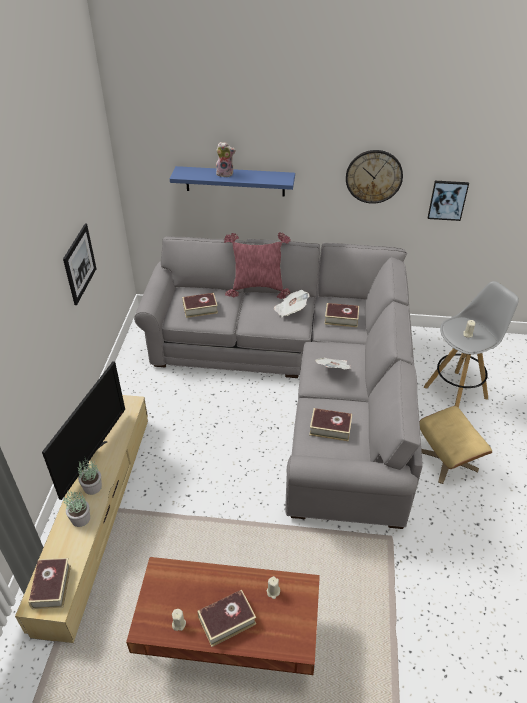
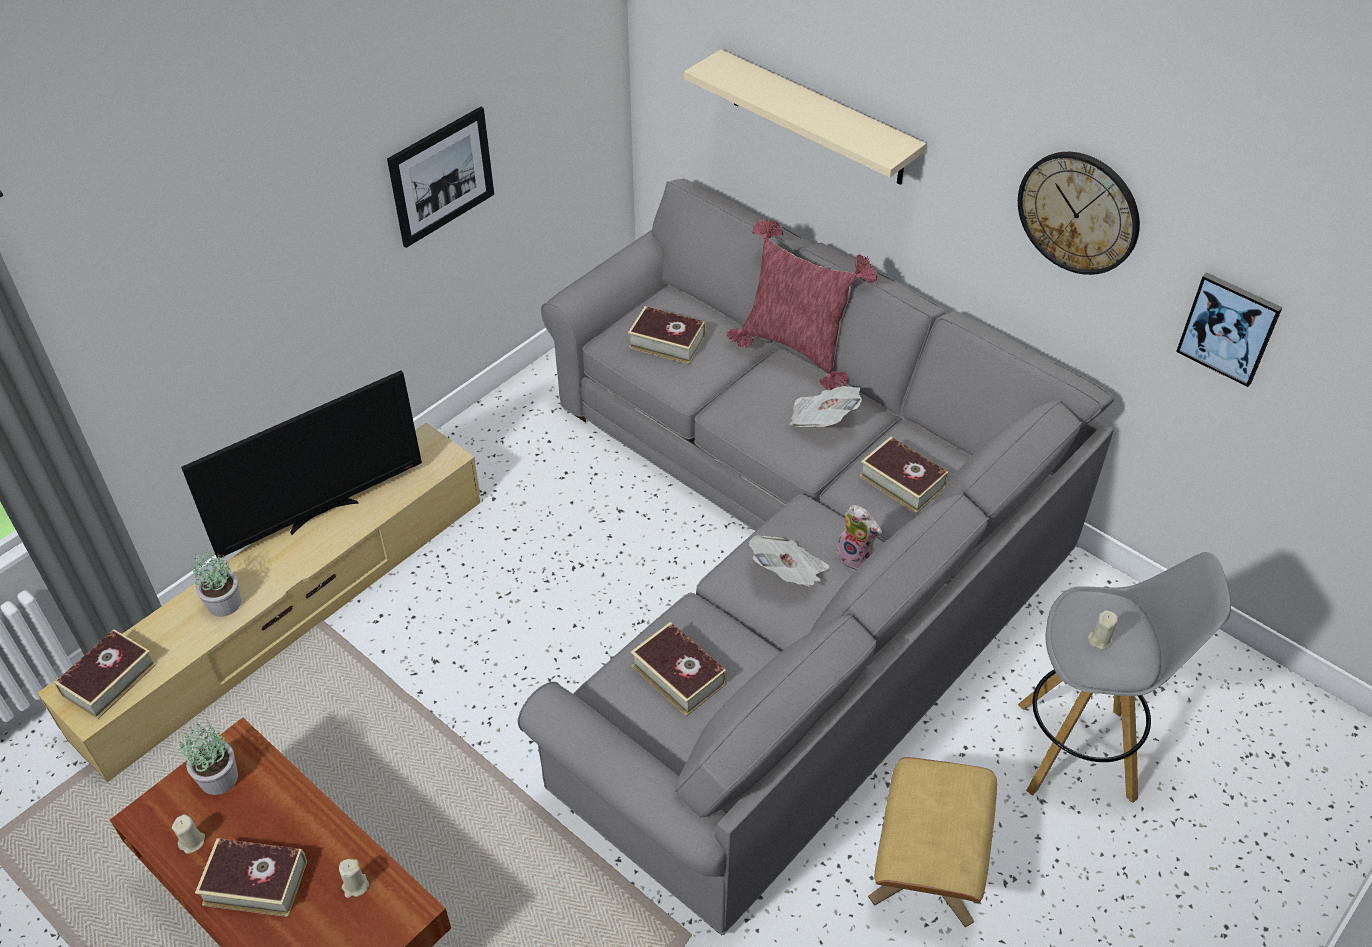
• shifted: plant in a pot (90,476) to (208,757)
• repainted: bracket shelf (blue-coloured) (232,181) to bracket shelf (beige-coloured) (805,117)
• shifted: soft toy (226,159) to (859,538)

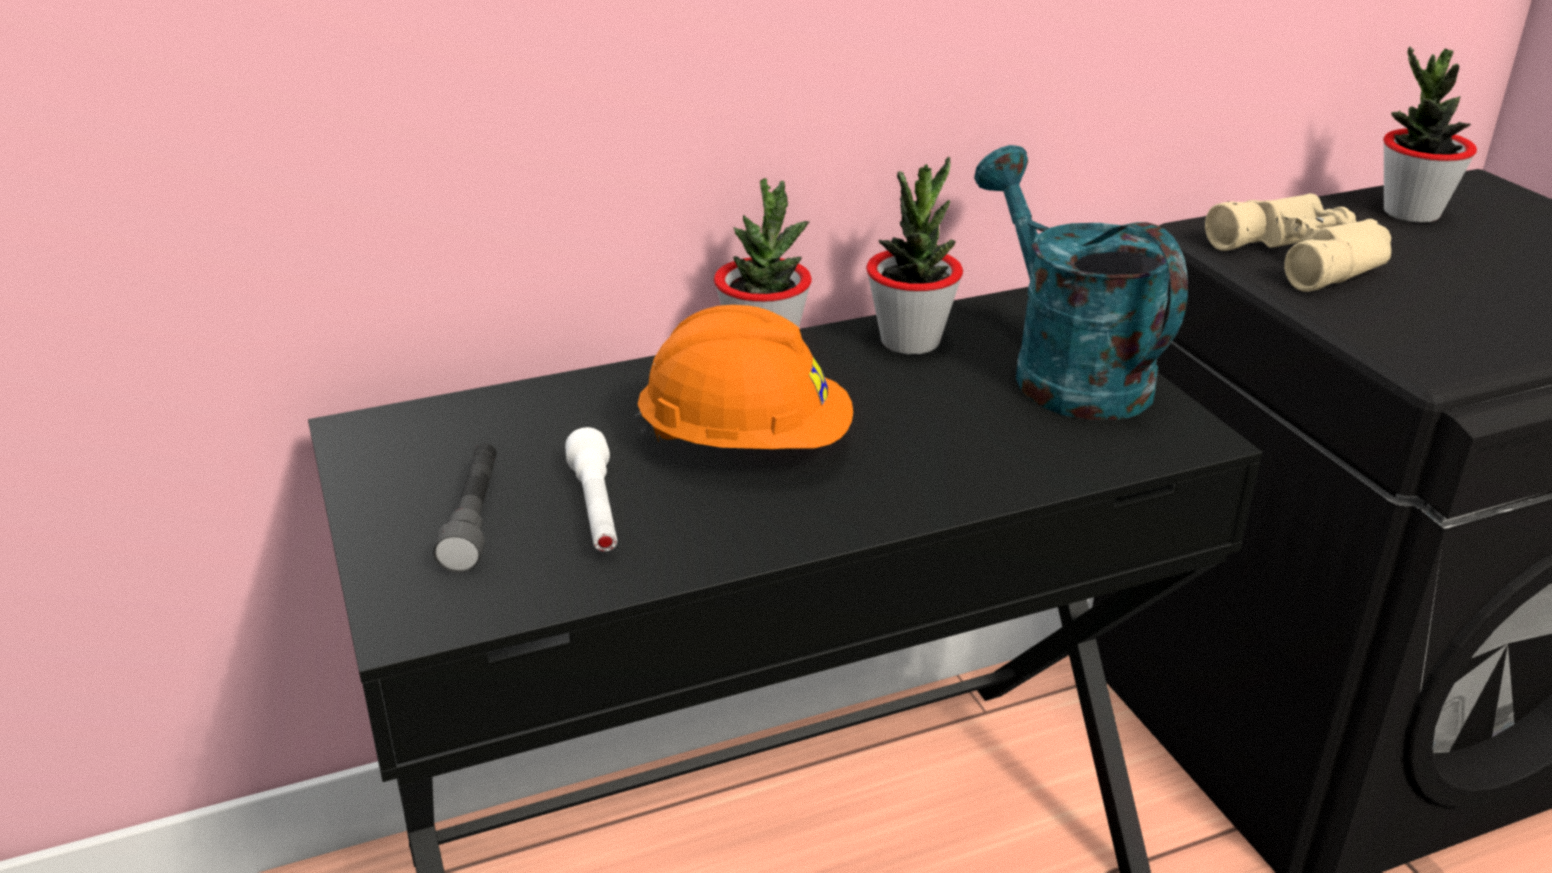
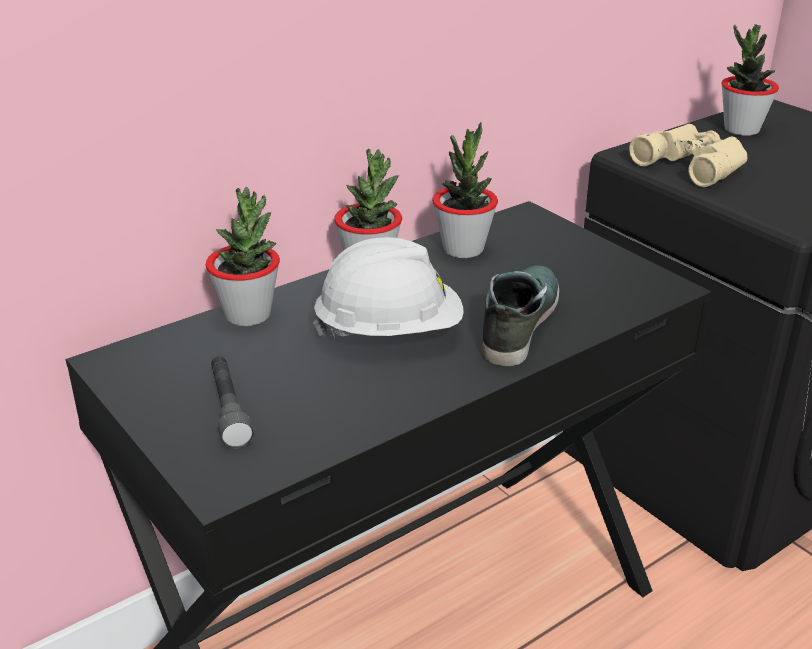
• new: plant in a pot (243,256)
• repainted: work helmet (orange) (744,377) to work helmet (white) (388,288)
• new: low shoe (520,315)
• gone: torch (white) (591,489)
• gone: sprinkling can (blue-green) (1081,282)

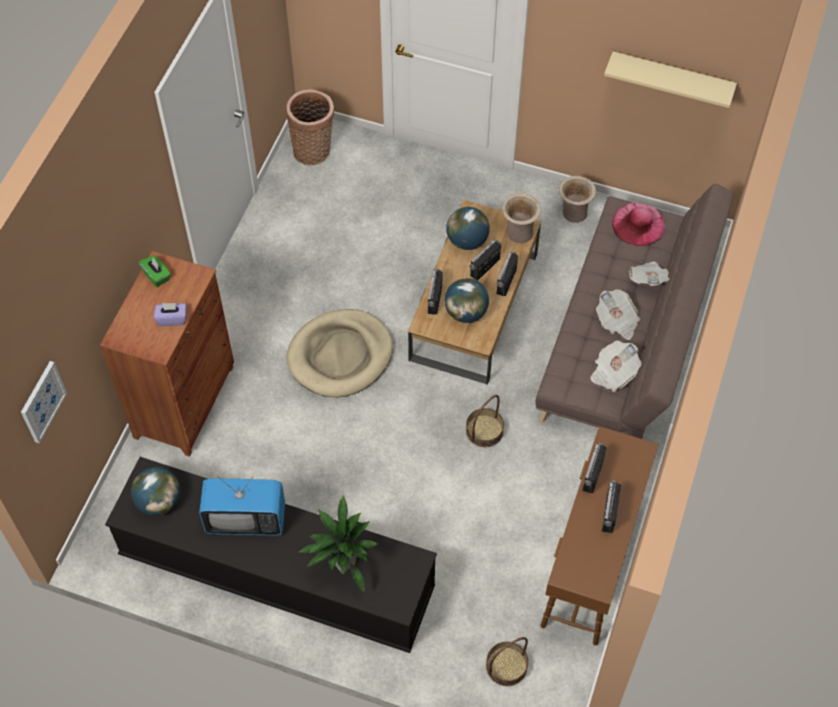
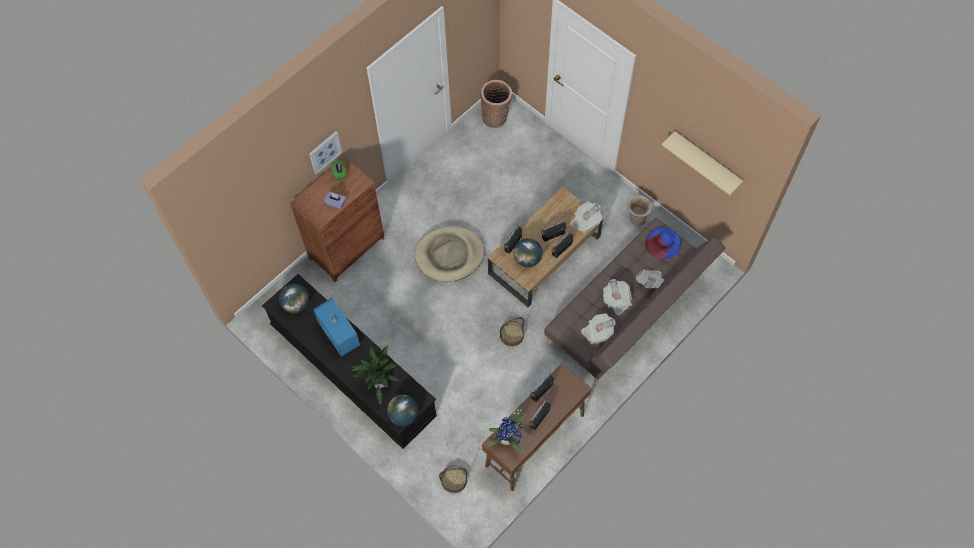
• shifted: wall picture (44,402) to (325,153)
• rotated: TV set (242,506) = (336,327) 150 degrees counterclockwise
• shifted: desk globe (468,228) to (402,410)
• new: plant in a pot (506,431)
• swapped: vase (beige-coloured) (521,218) to newspaper (586,217)
• repainted: hat (pinkish) (638,224) to hat (blue-coloured) (663,243)

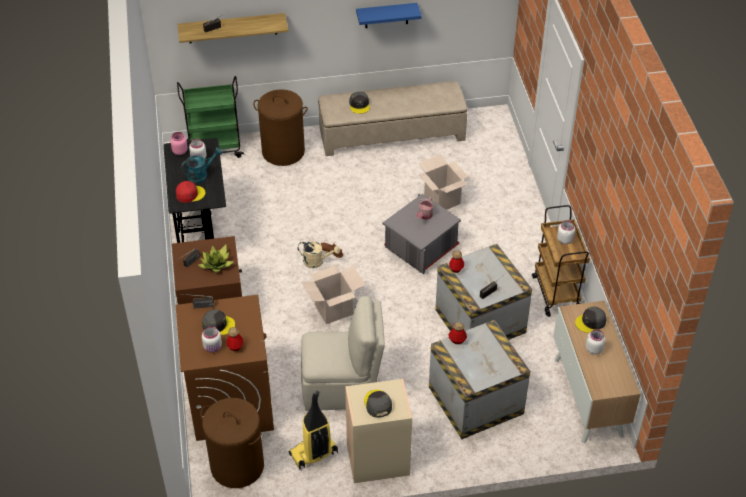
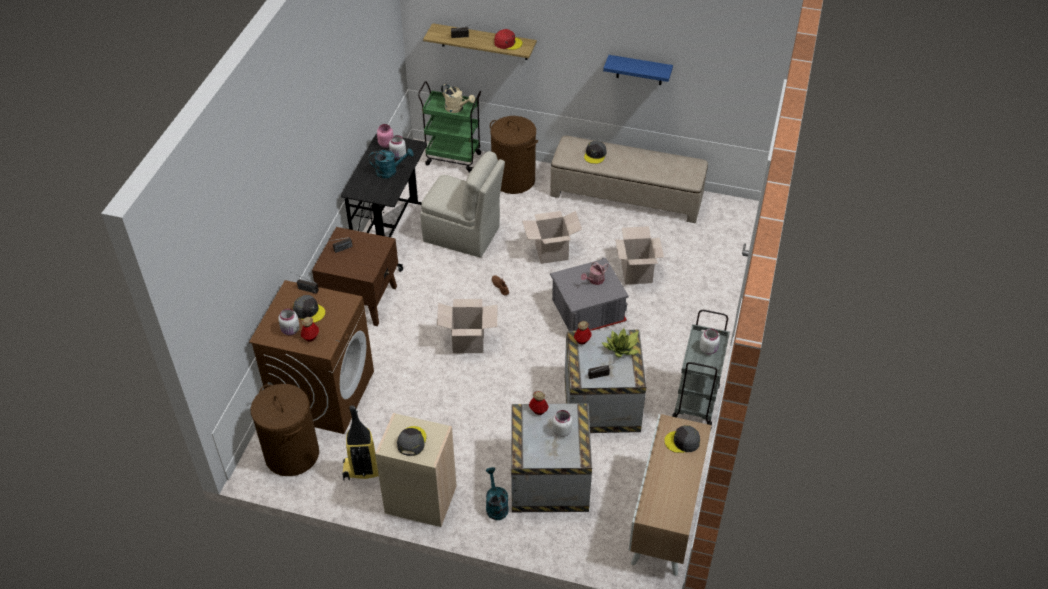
• shifted: chair (beige-coloured) (343,353) to (462,204)
• shifted: sprinkling can (beige-coloured) (319,254) to (458,98)
• new: sprinkling can (blue-green) (497,493)
• shifted: baseball cap (reddish) (190,192) to (508,39)
• new: packing box (552,237)
• shifted: jar (white) (596,342) to (562,423)
• shifted: plant in a pot (216,259) to (620,342)
• repainted: cart (brownish) (561,261) to cart (gray) (701,369)

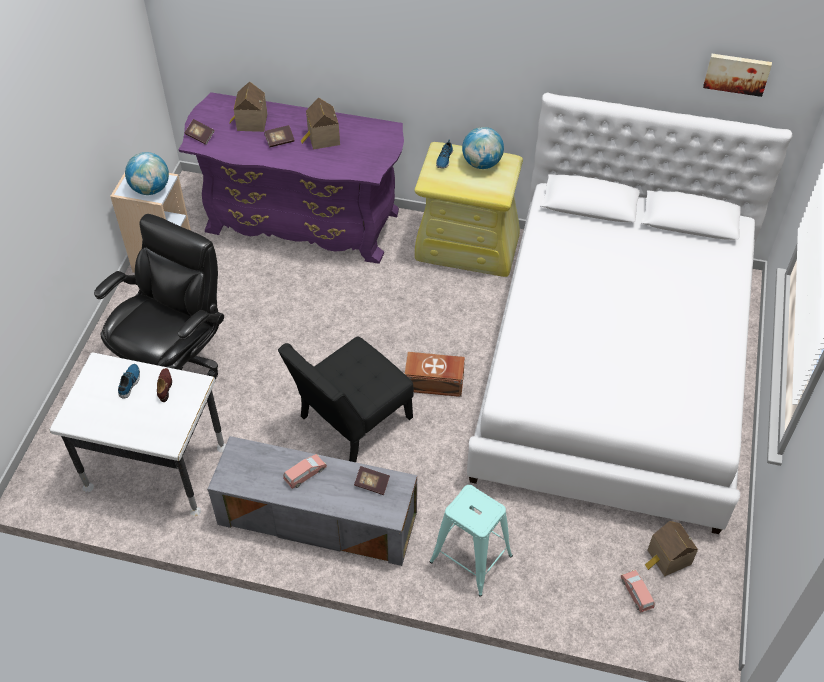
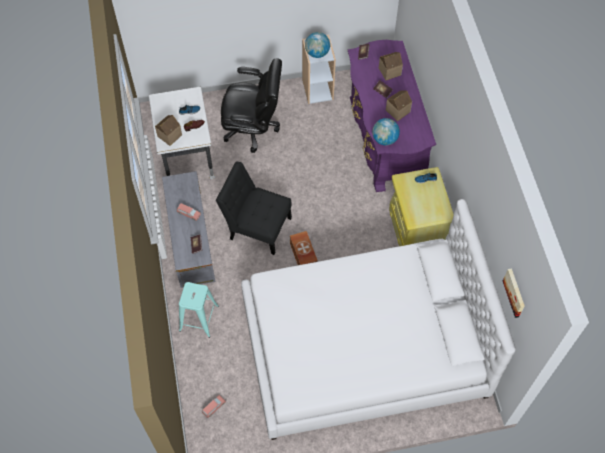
• shifted: toy house (671,549) to (168,130)
• shifted: desk globe (483,148) to (386,131)

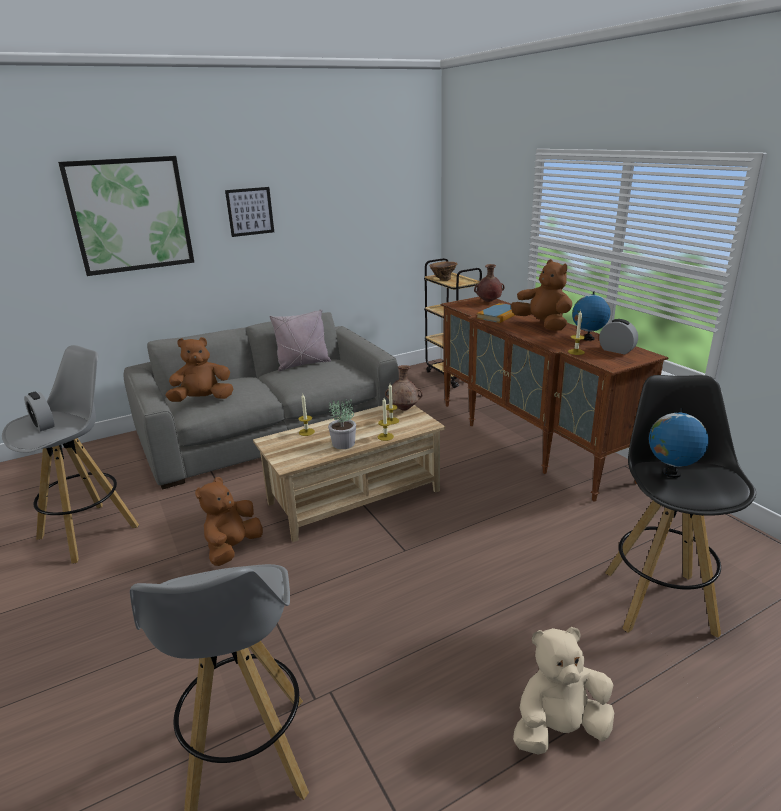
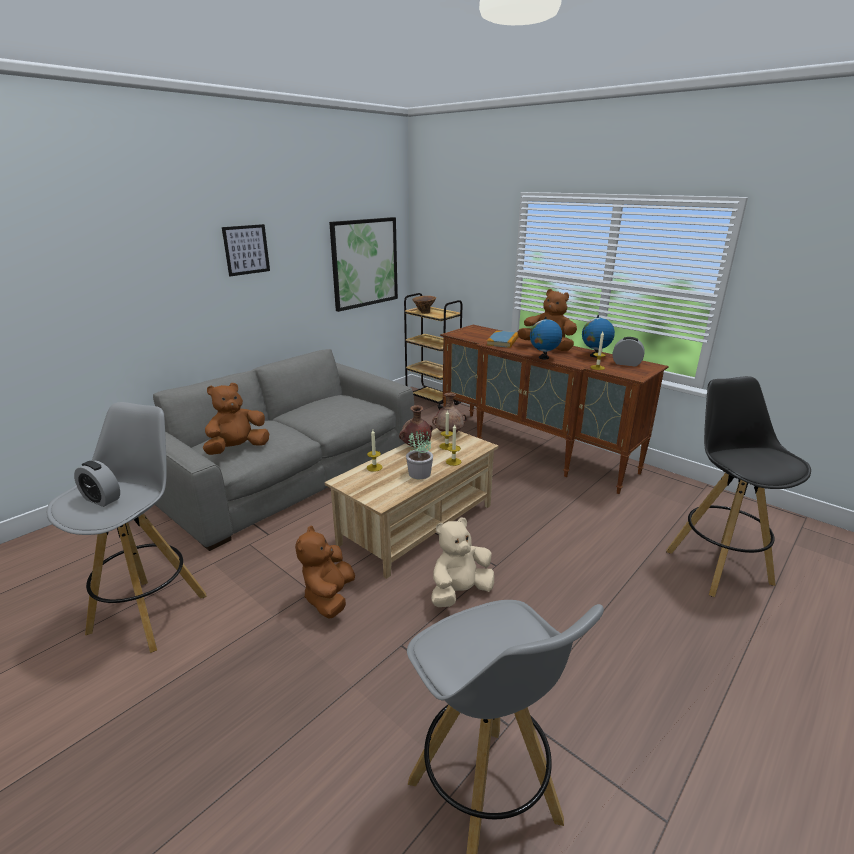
• shifted: wall picture (126,216) to (363,264)
• shifted: vase (brownish) (489,283) to (416,426)
• shifted: soft toy (beige-coloured) (563,691) to (462,562)
• shifted: desk globe (679,443) to (546,338)
• gone: cushion (purple-coloured) (300,340)

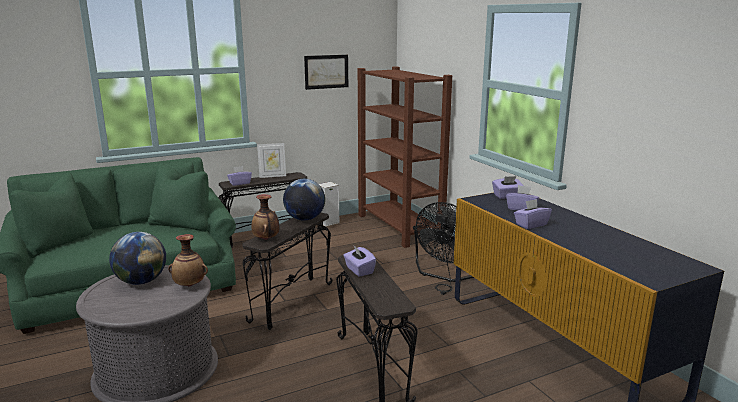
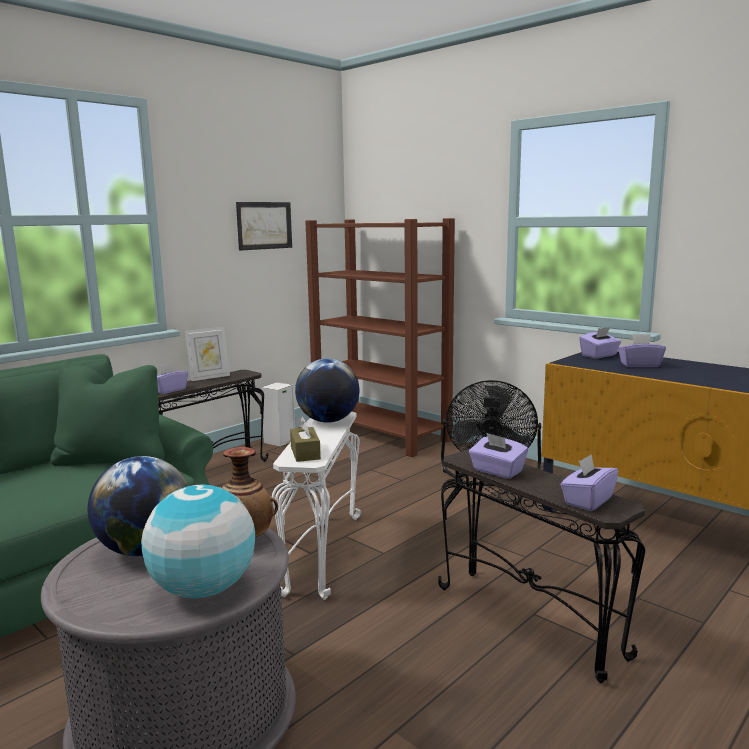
• new: desk globe (198,541)
• repainted: end table (blackish) (287,271) to end table (white) (316,505)
• swapped: vase (265,217) to tissue box (brownish) (305,439)
• shifted: tissue box (purple-coloured) (533,214) to (589,482)

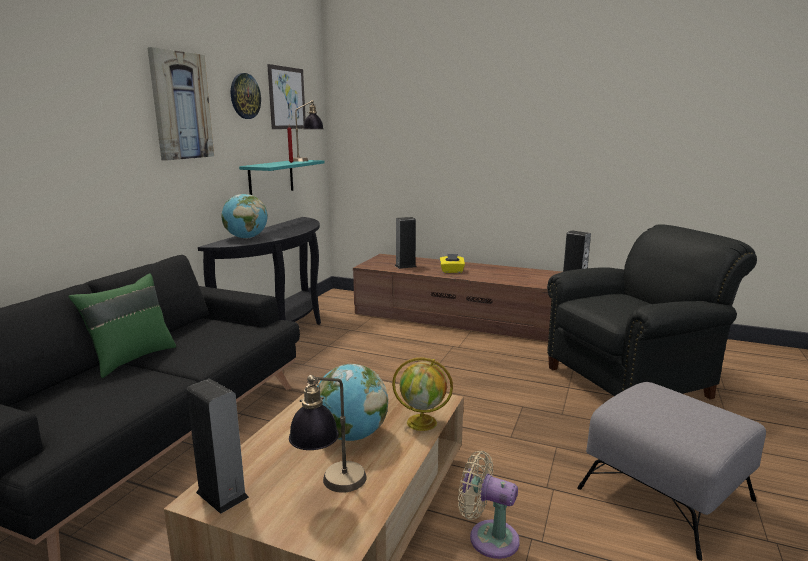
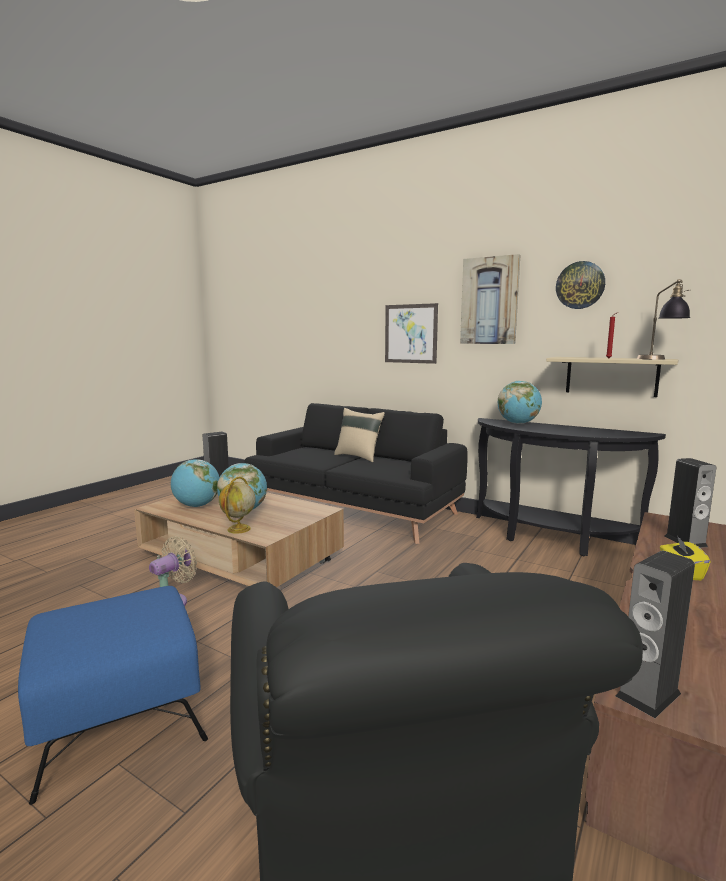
• repainted: footrest (gray) (671,471) to footrest (blue-coloured) (113,695)
• swapped: lamp for a table (328,434) to desk globe (195,483)
• repainted: cushion (greenish) (122,325) to cushion (beige-coloured) (359,435)
• shifted: wall picture (286,96) to (411,333)
• repainted: bracket shelf (blue-green) (282,177) to bracket shelf (beige-coloured) (612,377)

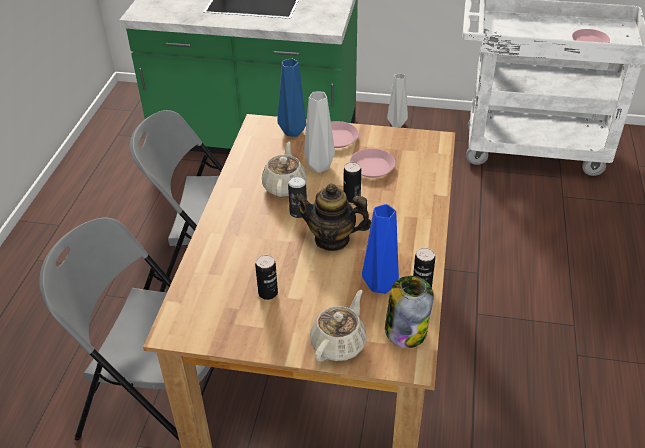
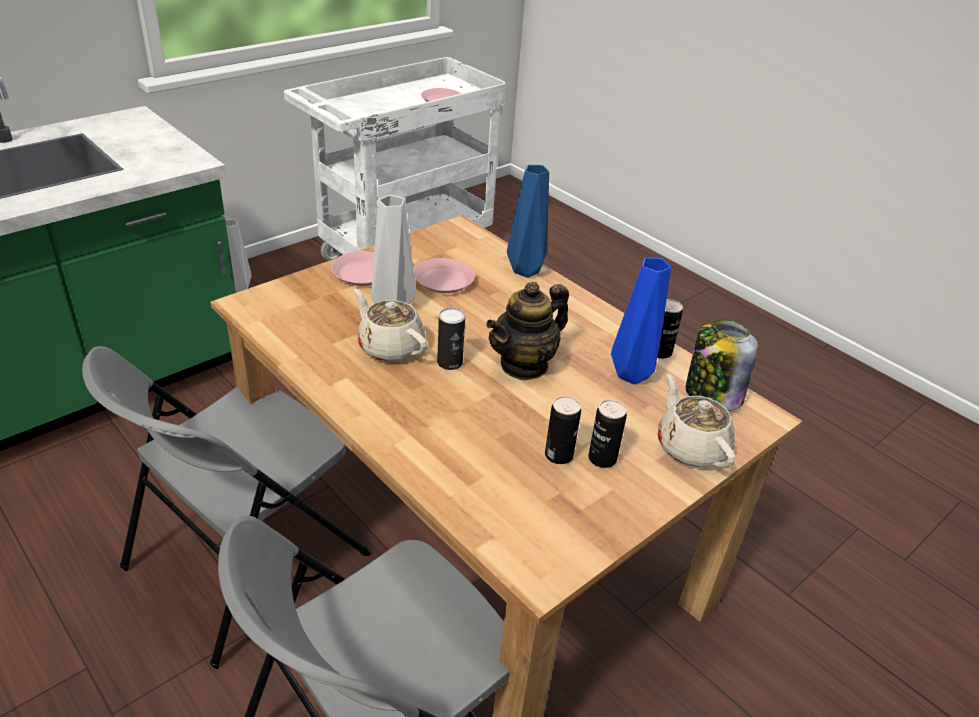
• shifted: vase (blue-coloured) (291,97) to (528,221)
• shifted: metal can (352,182) to (607,434)

